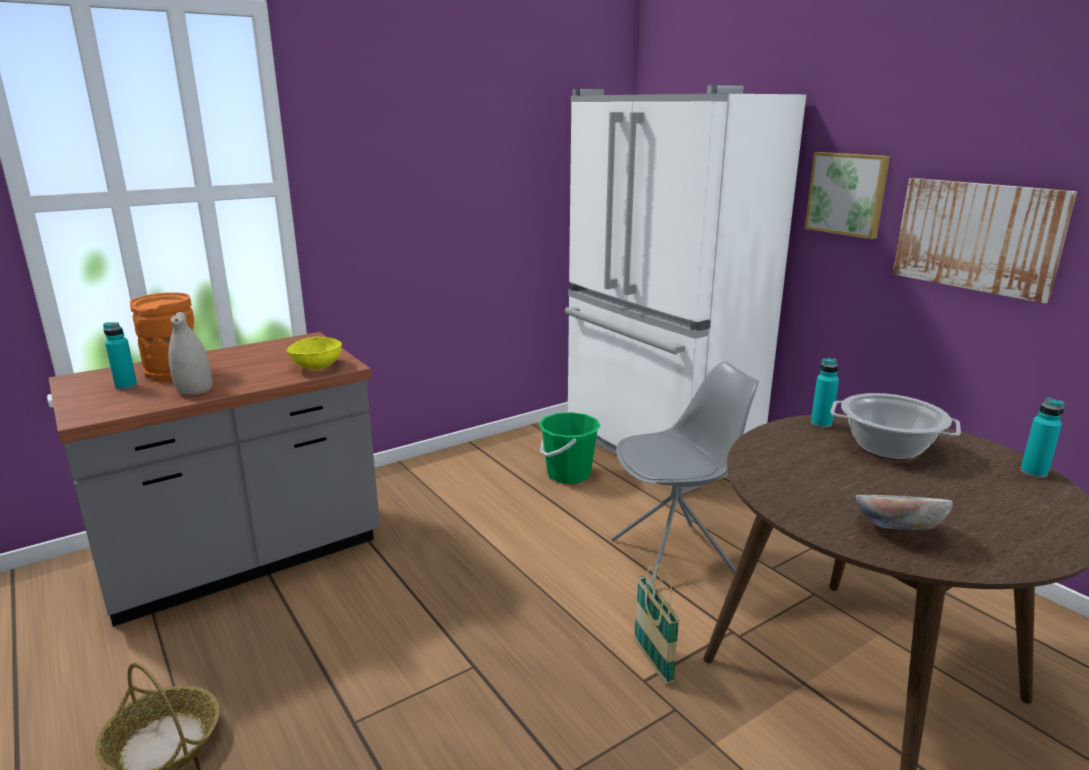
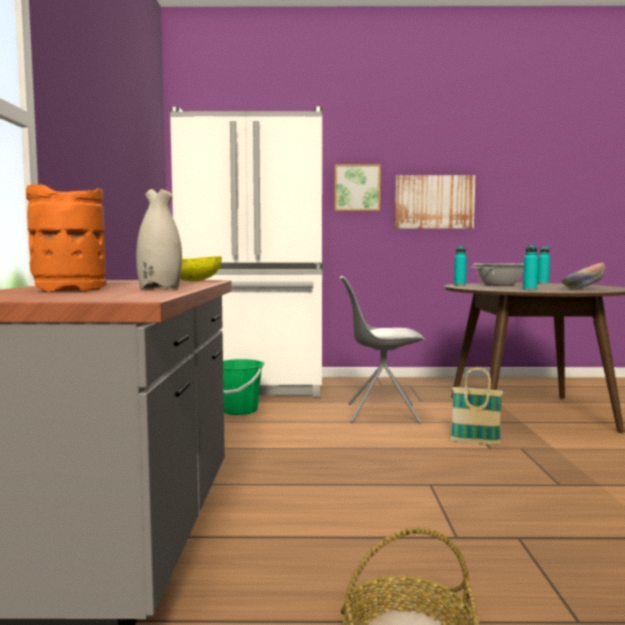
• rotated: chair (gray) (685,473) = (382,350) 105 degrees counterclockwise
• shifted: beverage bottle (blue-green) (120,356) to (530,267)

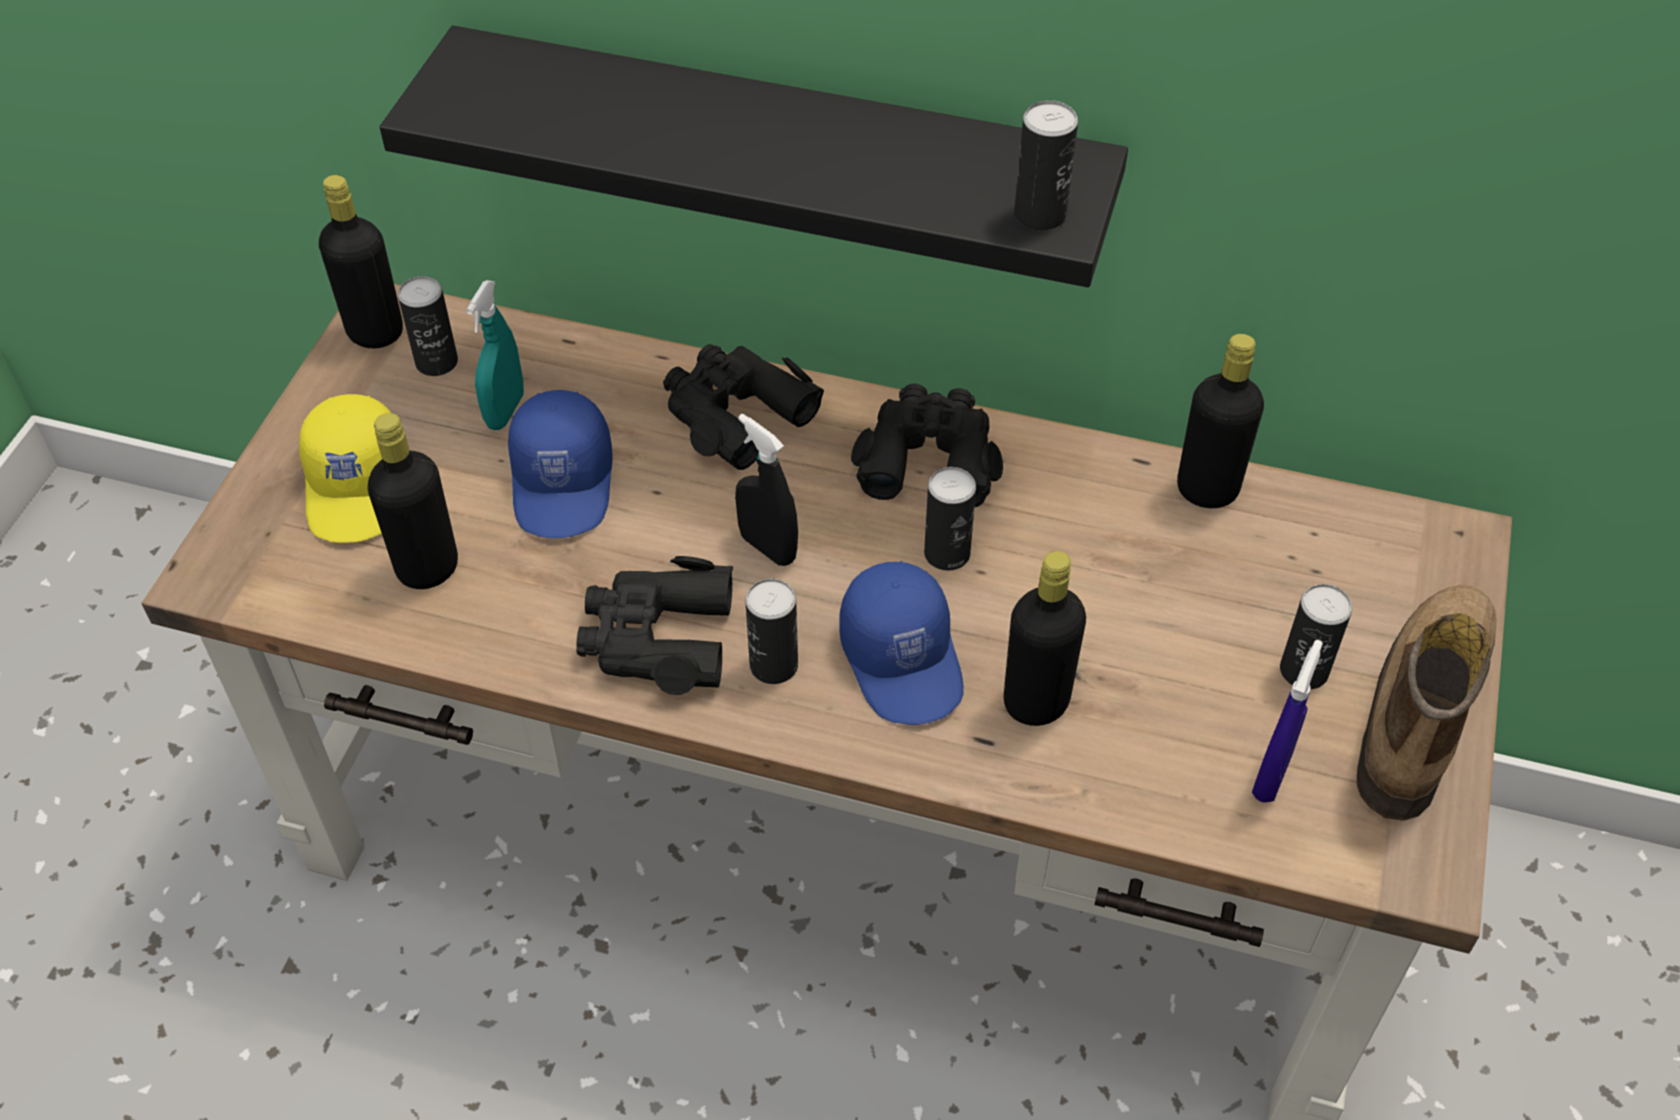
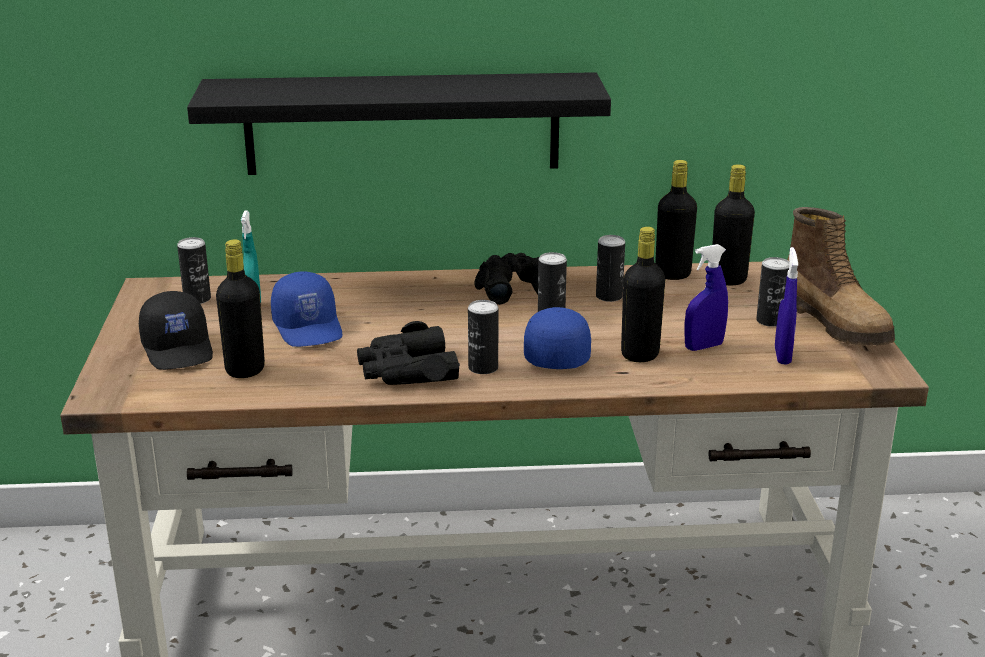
• repainted: baseball cap (yellowish) (345,468) to baseball cap (blackish) (176,330)
• rotated: baseball cap (blue-coloured) (901,643) = (557,338) 135 degrees counterclockwise
• shifted: metal can (1046,165) to (610,268)
• new: hand sprayer (blue-coloured) (706,297)
• shifted: beverage bottle (blackish) (361,261) to (733,224)
• rotated: boot (1427,703) = (841,276) 150 degrees clockwise
• gone: pair of binoculars (blackish) (743,407)
• gone: hand sprayer (blackish) (766,490)

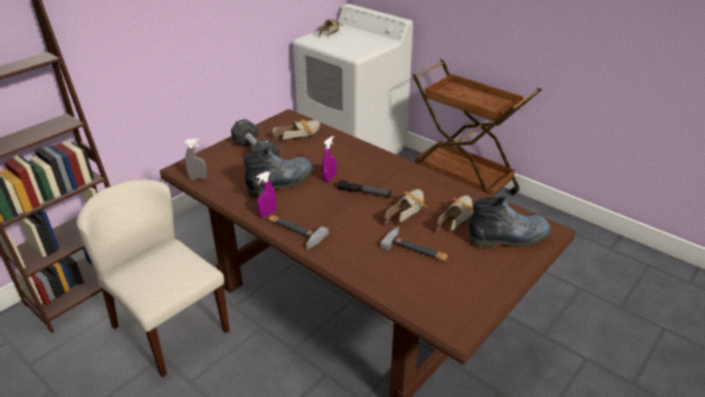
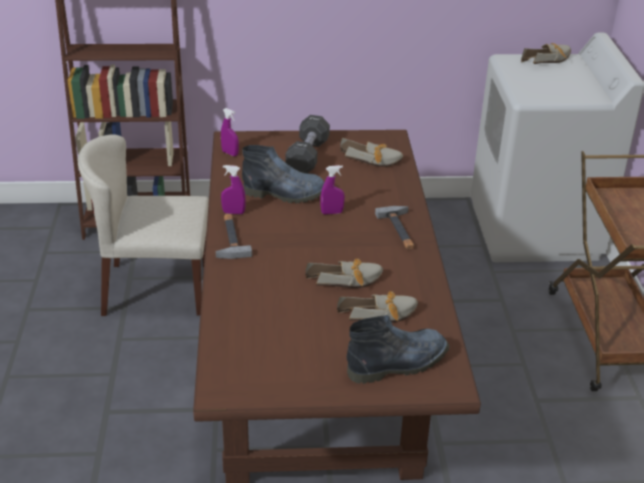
• rotated: chair (beige-coloured) (153,278) = (143,225) 90 degrees counterclockwise
• repainted: hand sprayer (gray) (196,159) to hand sprayer (purple-coloured) (230,132)
• rotated: boot (510,223) = (397,349) 60 degrees counterclockwise
• shifted: hammer (414,243) to (394,227)
• gone: torch (364,188)

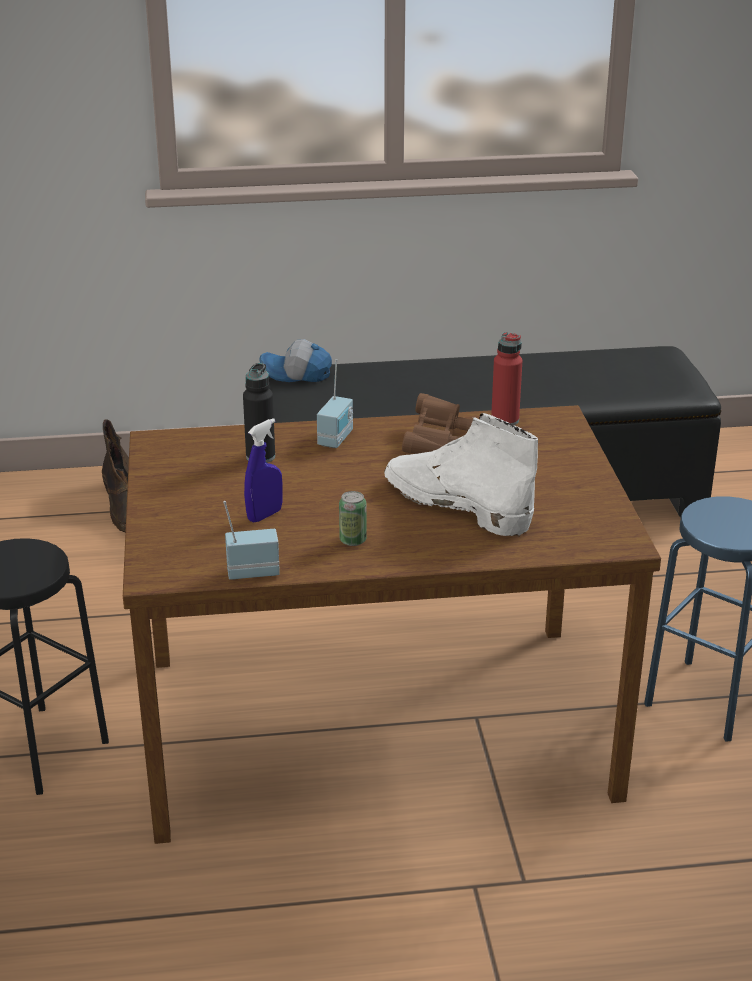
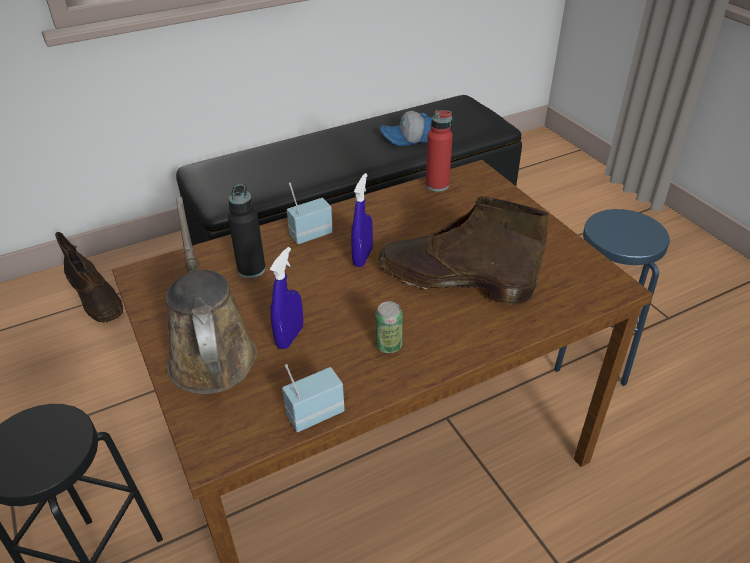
• new: sprinkling can (brownish) (211,295)
• rotated: radio (335,403) = (310,213) 120 degrees counterclockwise
• new: hand sprayer (blue-coloured) (362,220)
• repainted: boot (white) (461,475) to boot (brownish) (463,250)
• shifted: baseball cap (296,360) to (406,128)
• gone: pair of binoculars (brownish) (437,423)

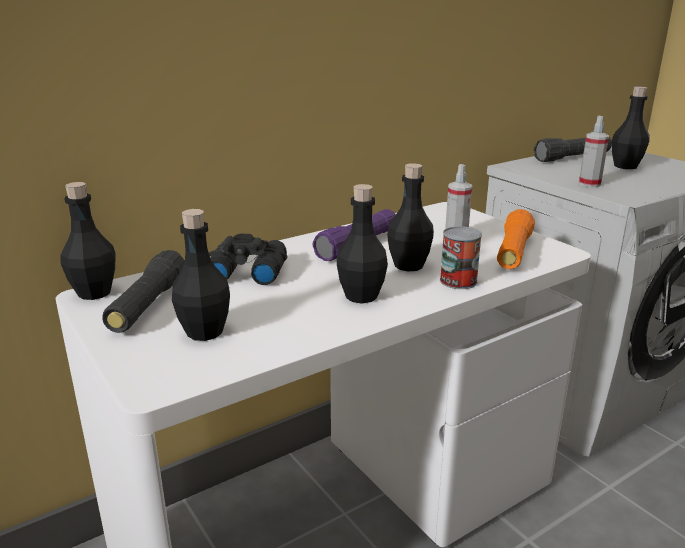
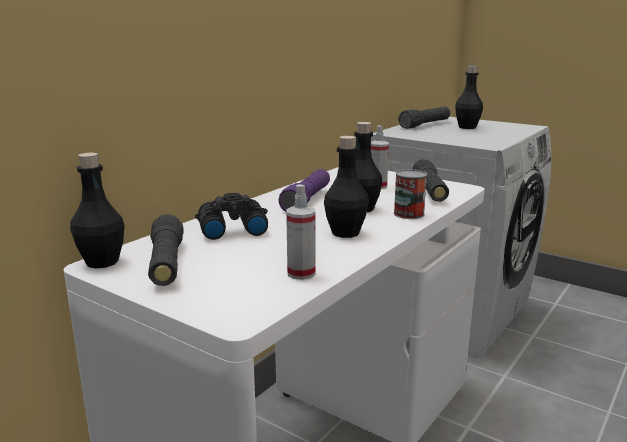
• shifted: hand sprayer (594,151) to (301,232)
• repainted: torch (orange) (516,239) to torch (blackish) (431,180)
• gone: beverage bottle (blackish) (201,275)

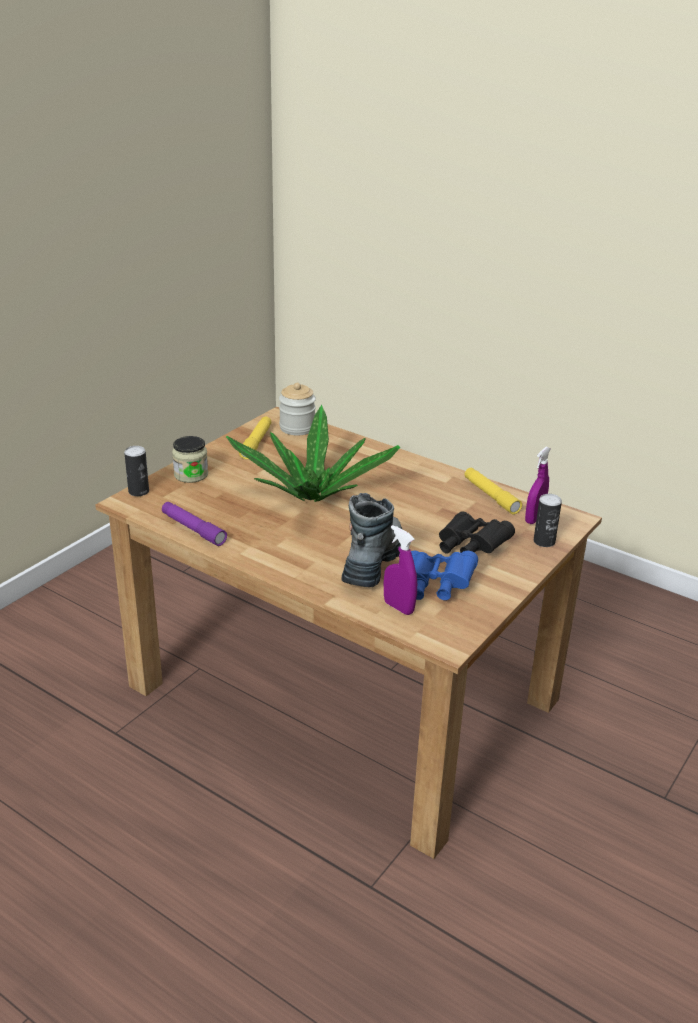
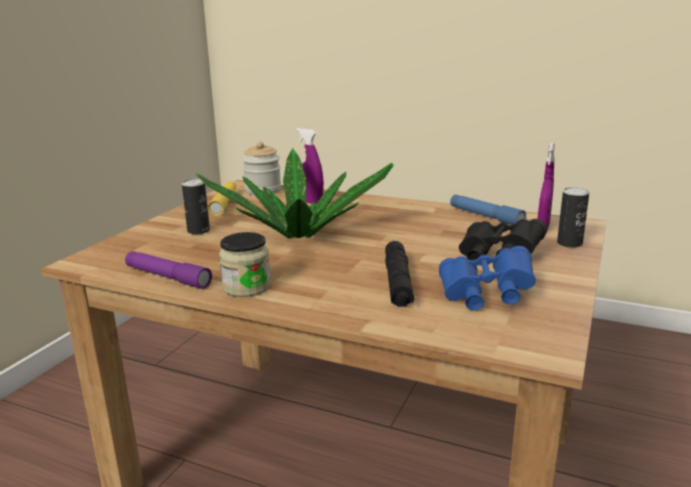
• shifted: metal can (136,471) to (196,206)
• shifted: jar (190,459) to (245,264)
• shifted: hand sprayer (purple-coloured) (400,570) to (310,166)
• swapped: boot (372,540) to torch (blackish) (399,274)
• repainted: torch (yellowish) (493,491) to torch (blue-coloured) (488,210)

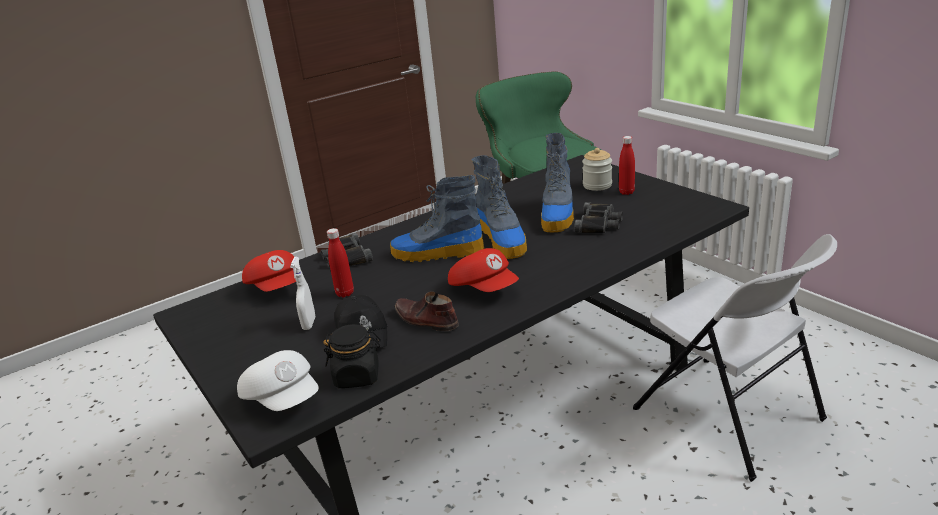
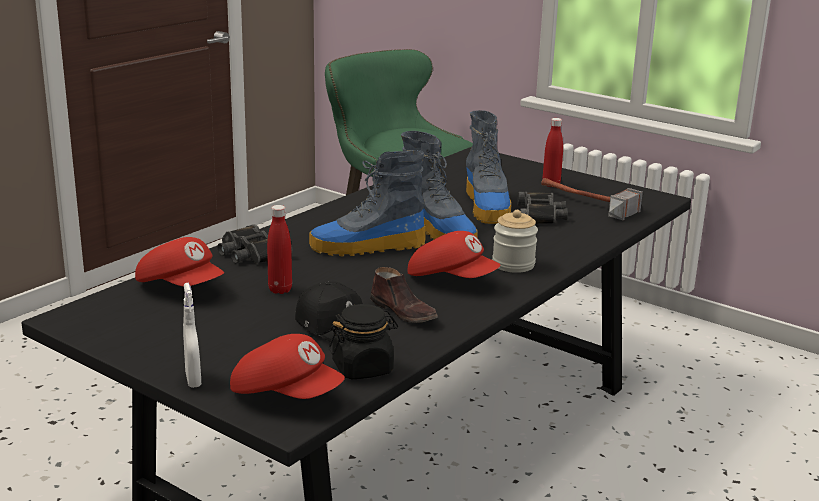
• shifted: hand sprayer (white) (302,293) to (192,335)
• repainted: baseball cap (white) (278,380) to baseball cap (reddish) (287,366)
• rotated: low shoe (brownish) (427,311) = (404,295) 150 degrees counterclockwise
• shifted: jar (597,169) to (515,241)
• new: hammer (592,199)
• gone: chair (white) (735,358)

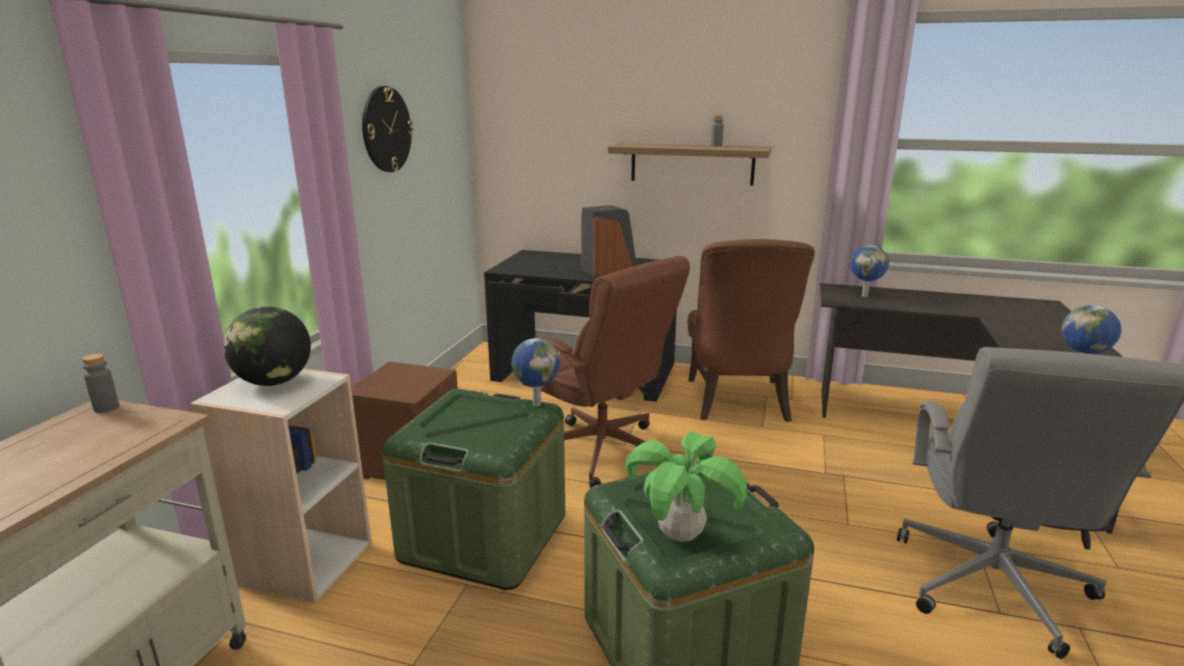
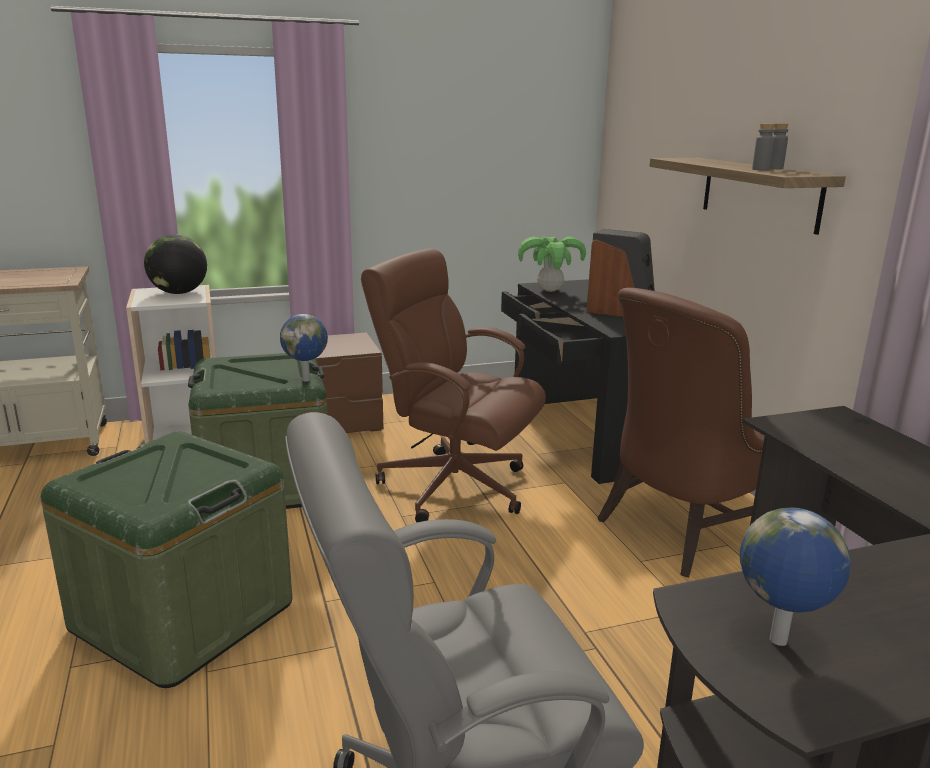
• rotated: desk chair (brownish) (606,372) = (453,385) 105 degrees clockwise
• shifted: plant in a pot (686,487) to (552,264)
• shifted: beverage bottle (gray) (100,383) to (763,147)
• gone: hanging clock (388,129)
• gone: desk globe (869,271)

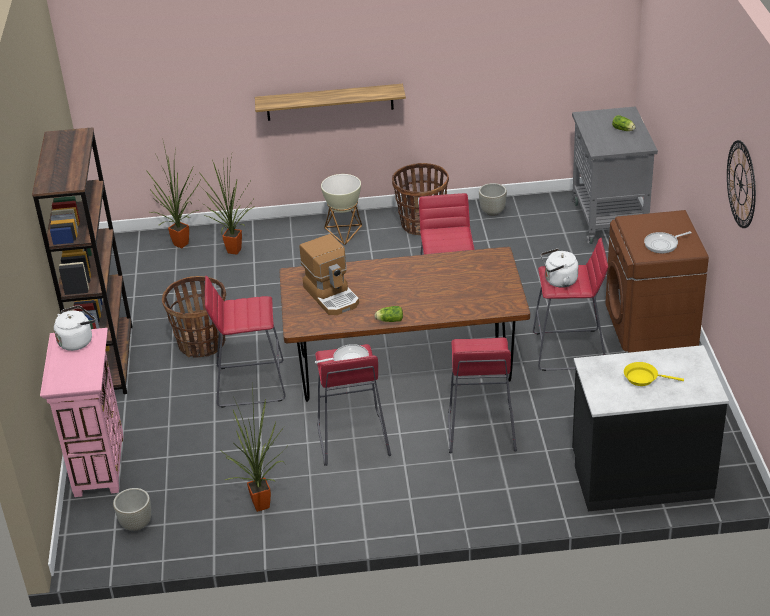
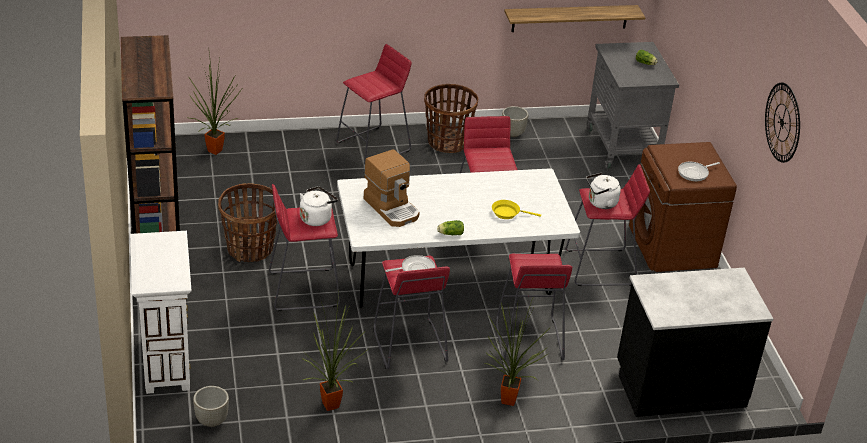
• repainted: cabinet (pinkish) (81,412) to cabinet (white) (161,312)
• shifted: water kettle (white) (74,328) to (319,206)
• swapped: plant pot (341,209) to stool (reddish) (374,104)
• repainted: dinner table (brownish) (404,324) to dinner table (white) (458,238)
• shifted: plant in a pot (226,205) to (518,351)
• shifted: pan (yellowish) (654,374) to (516,209)
• shifted: bracket shelf (330,102) to (575,18)

